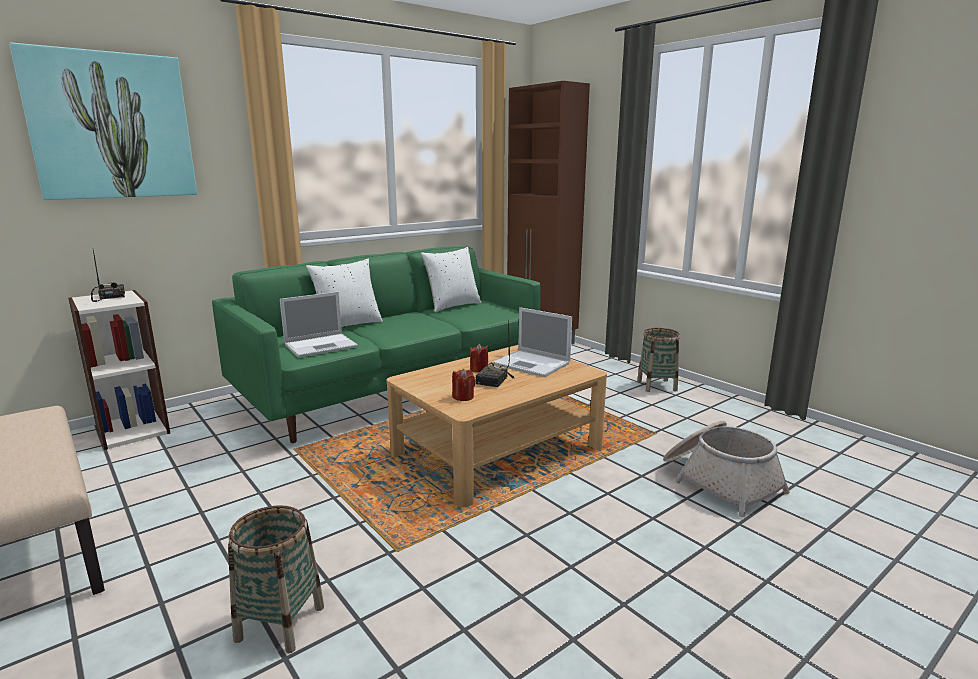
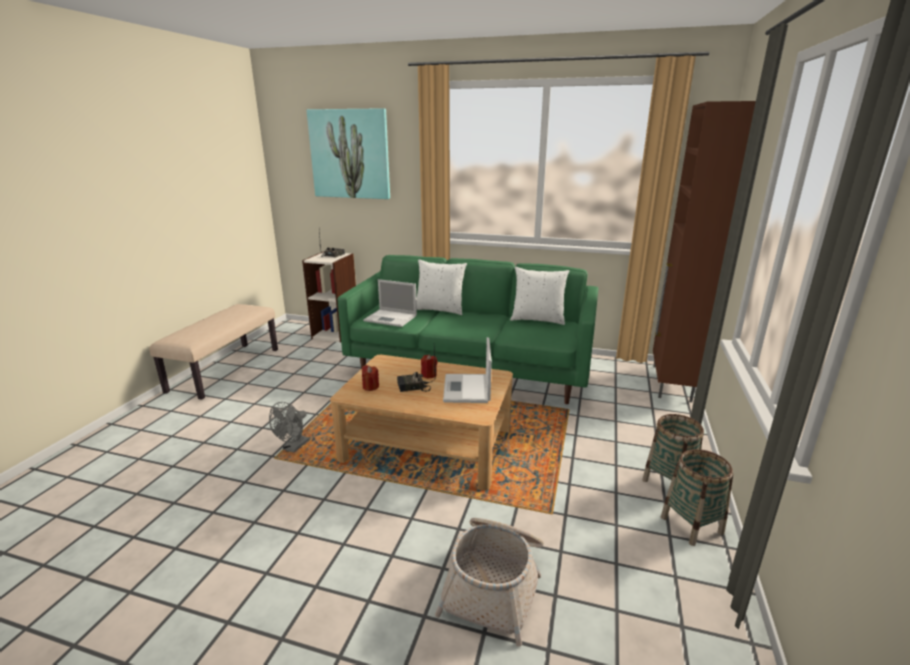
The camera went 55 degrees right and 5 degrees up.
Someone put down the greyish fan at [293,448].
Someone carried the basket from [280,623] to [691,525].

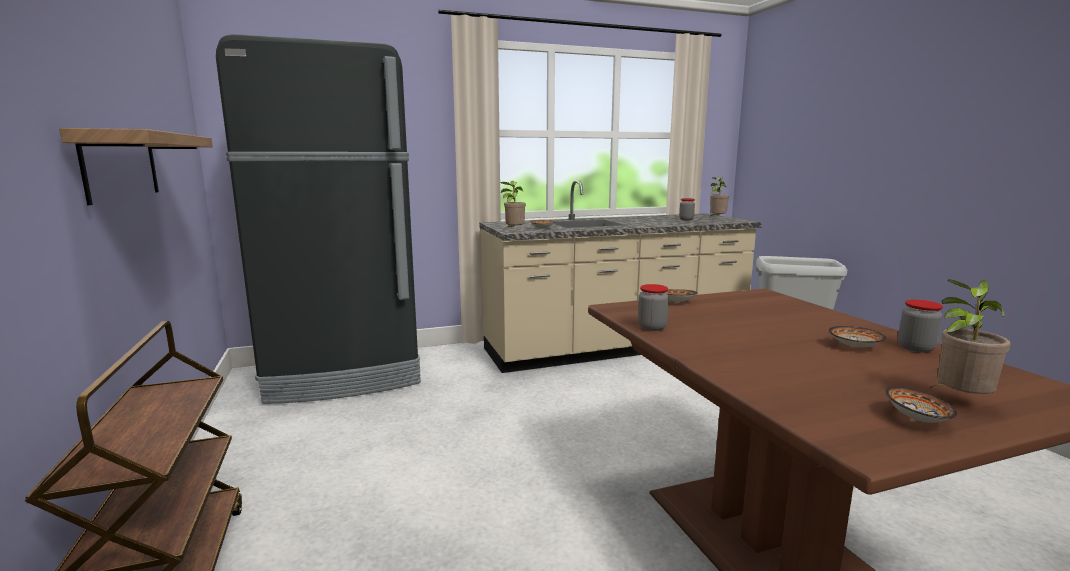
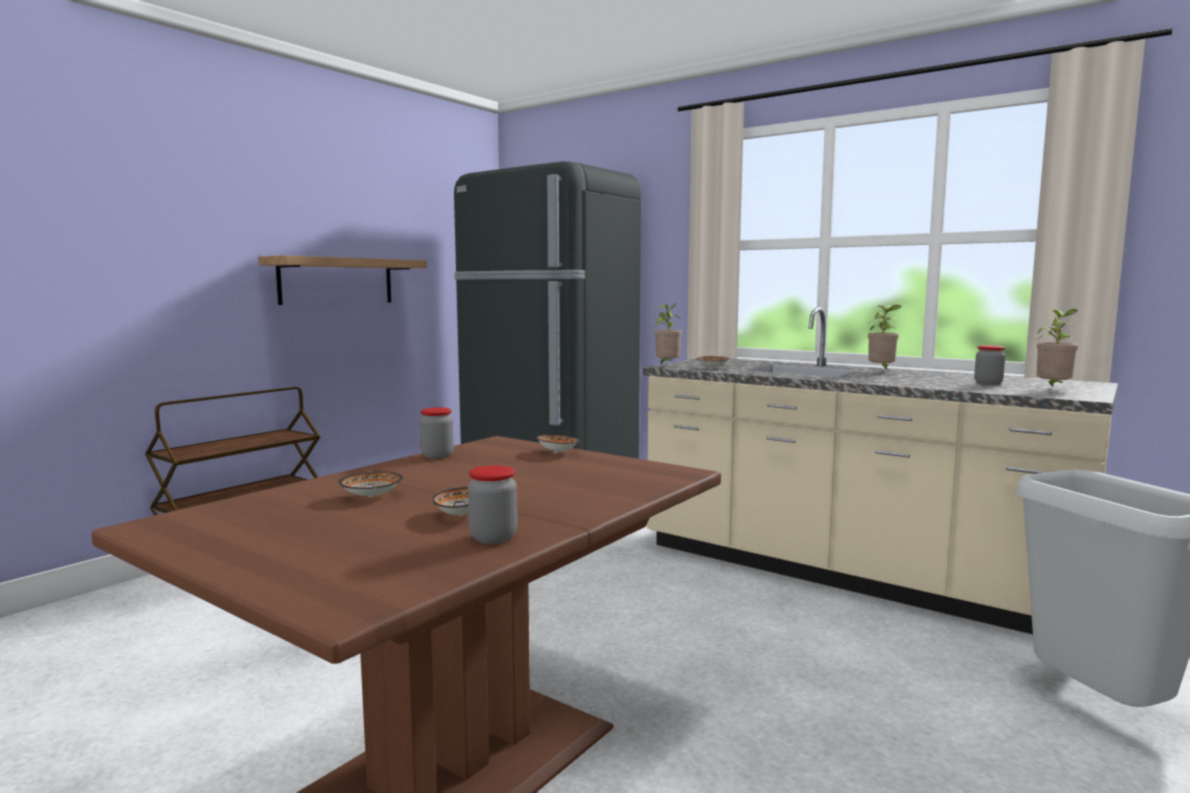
The camera went 55 degrees right and 5 degrees down.
Someone carried the deep dish from [916,419] to [371,496].
Someone carried the plant in a pot from [958,401] to [882,371].

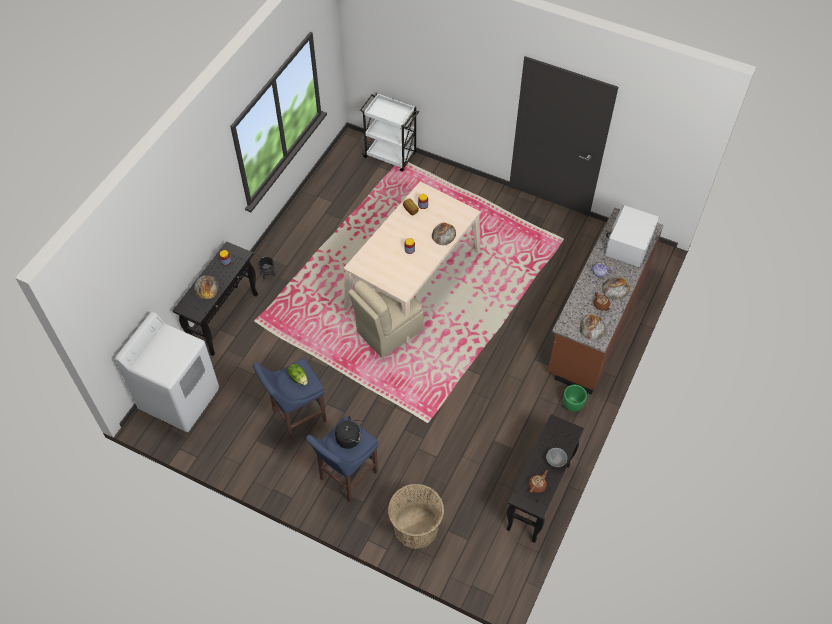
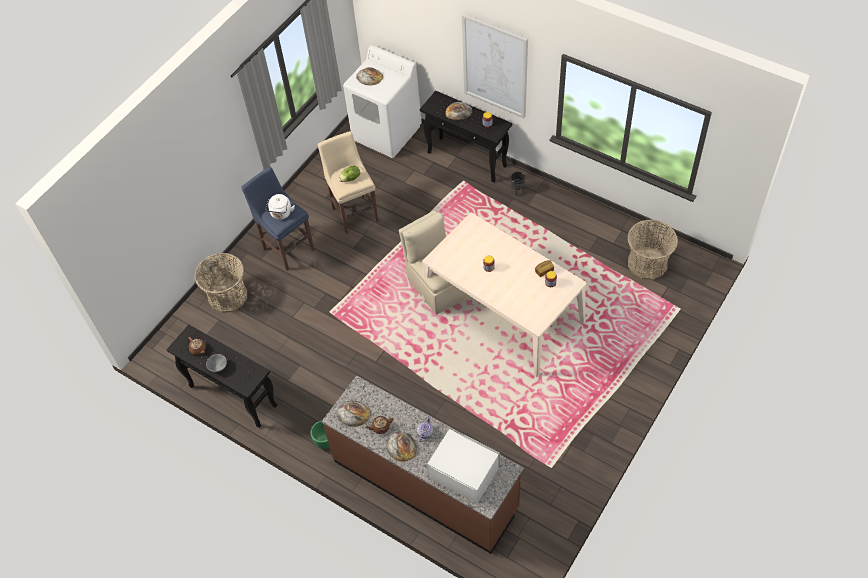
The camera went 100 degrees right and 0 degrees up.
Someone took away the white-coloured wheeled cart at [391,156].
Someone put up the wall art at [495,66].
Someone put down the basket at [647,263].
Someone carried the bread from [443,234] to [369,77].
Someone repainted the bluish stool at [296,417], which became the beige stool at [354,212].
Someone repainted the black-coloured kettle at [350,439], which became the white-coloured kettle at [281,214].

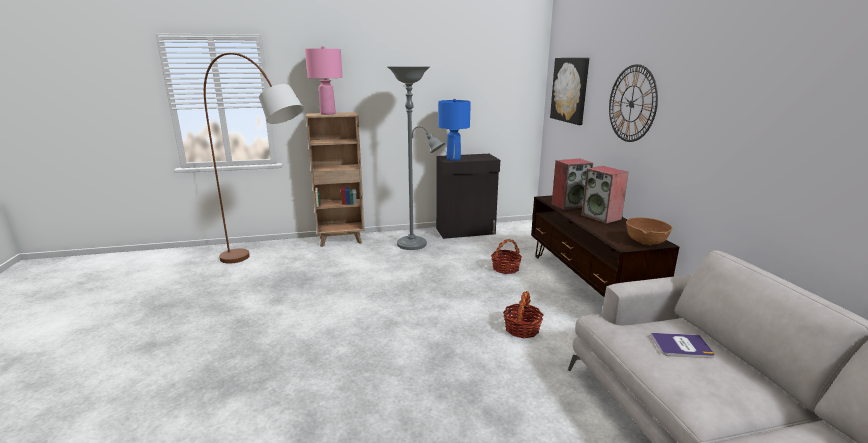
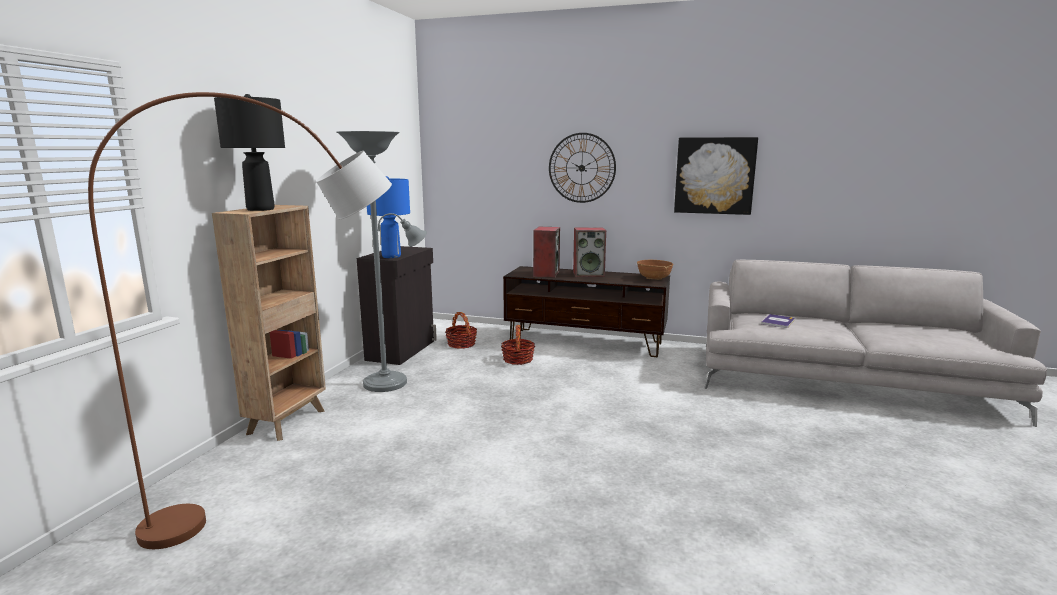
The camera went 60 degrees left and 5 degrees down.
Someone carried the basket from [522,329] to [461,344].
Someone carried the wall art from [570,90] to [714,175].
Someone repainted the pink tabletop lamp at [328,114], which became the black-coloured tabletop lamp at [261,209].

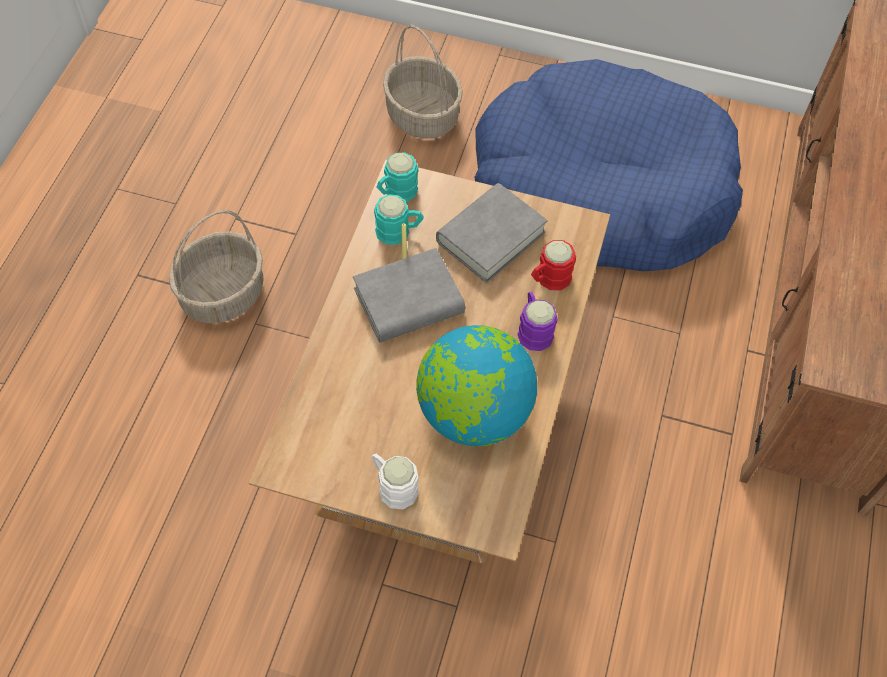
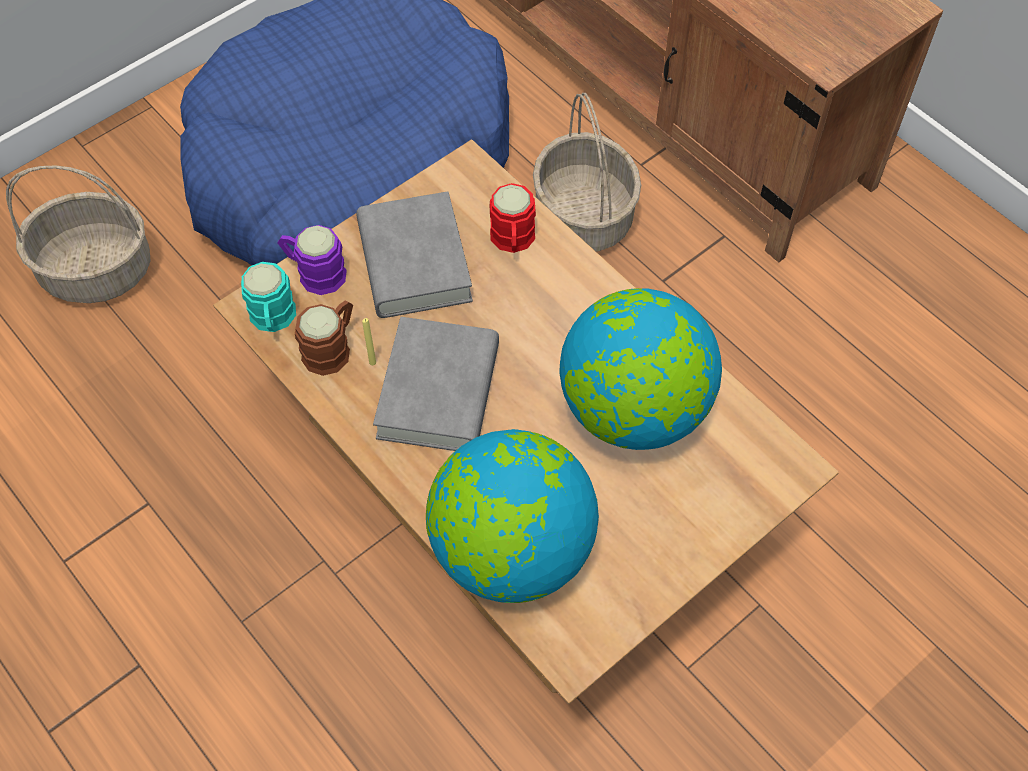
The camera went 55 degrees left and 0 degrees up.
Someone took away the white-coloured mug at [393,486].
Someone put down the world globe at [511,550].
Someone carried the basket from [222,295] to [585,217].
Someone carried the purplish mug from [533,329] to [314,273].
Someone repainted the blue-green mug at [399,231], which became the brownish mug at [332,348].

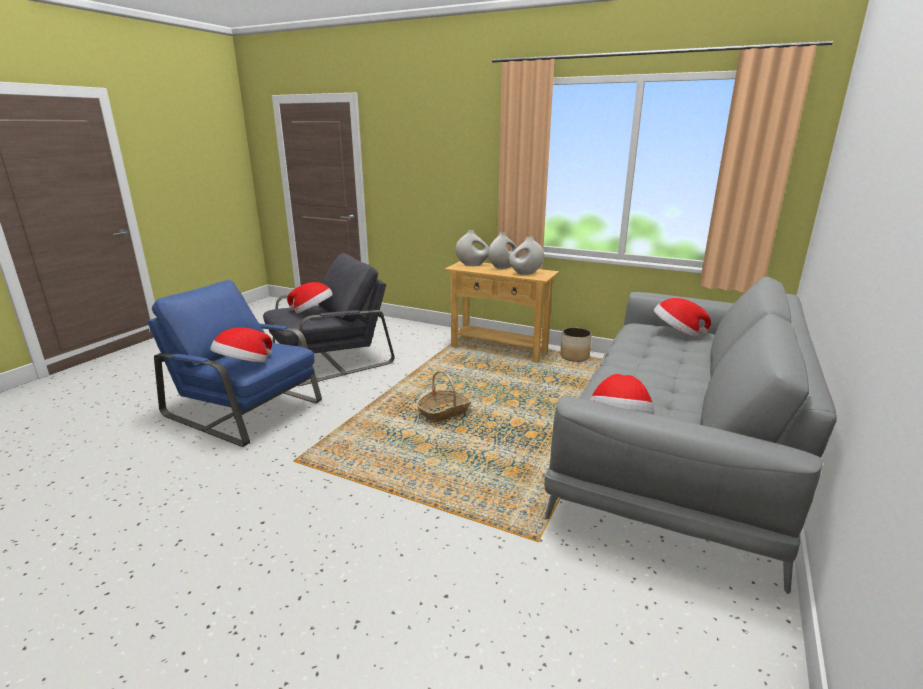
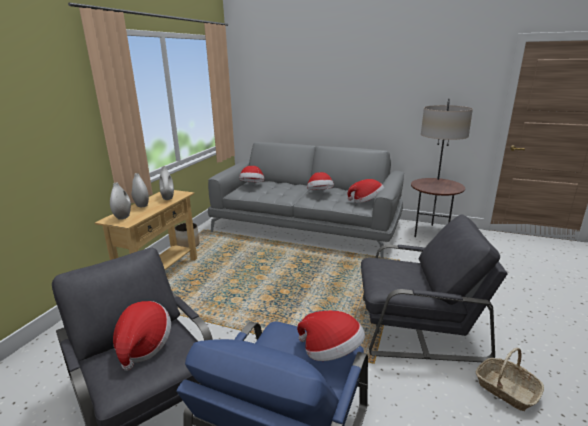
The camera went 95 degrees left and 0 degrees up.
Someone put down the wearable hat at [320,193].
Someone put down the greyish lounge chair at [418,327].
Someone put down the standing lamp at [431,233].
Someone carried the basket from [443,412] to [506,389].

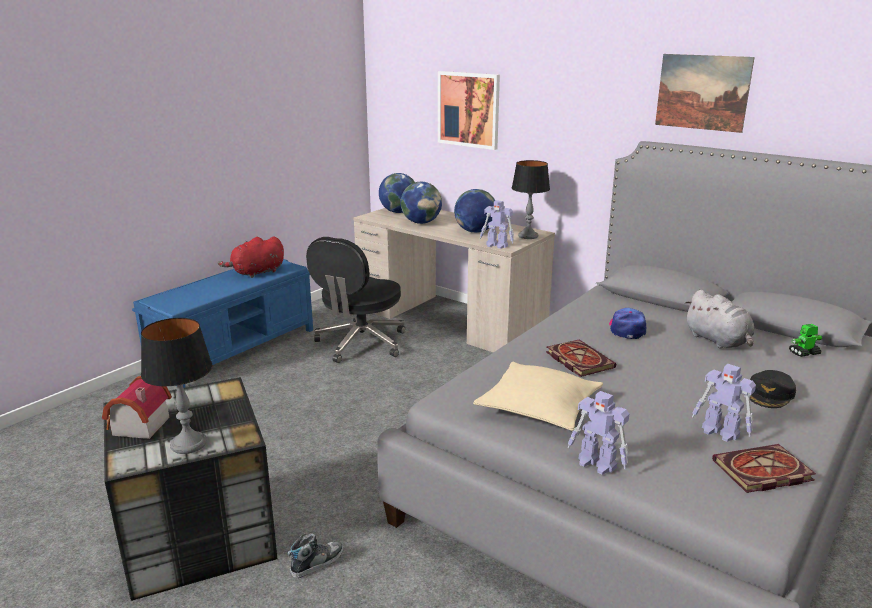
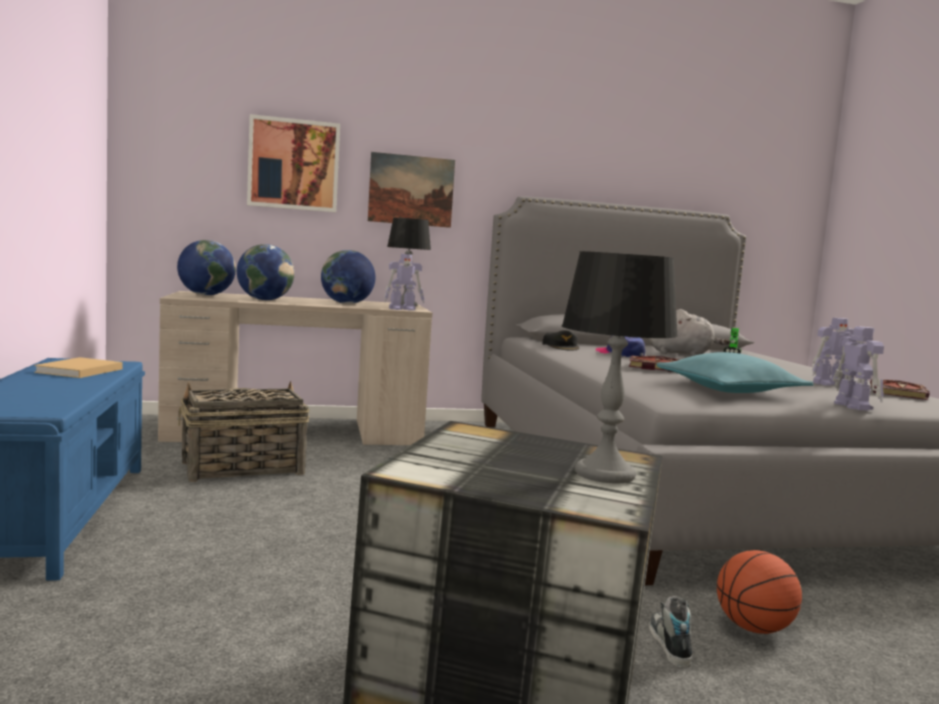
The camera went 50 degrees left and 15 degrees down.
Someone took away the toy house at [137,426].
Someone put down the basketball ball at [754,628].
Someone carried the wall art from [702,92] to [411,190].
Someone carried the black-coloured peaked cap from [770,394] to [561,347].
Someone swapped the red soft toy at [256,273] for the beige bound book at [78,371].
Someone swapped the black-coloured office chair at [360,343] for the basket at [241,468].
Someone repainted the beige cushion at [538,407], which became the blue-green cushion at [729,390].
Someone rotated the model robot at [597,464] by 90 degrees counterclockwise.

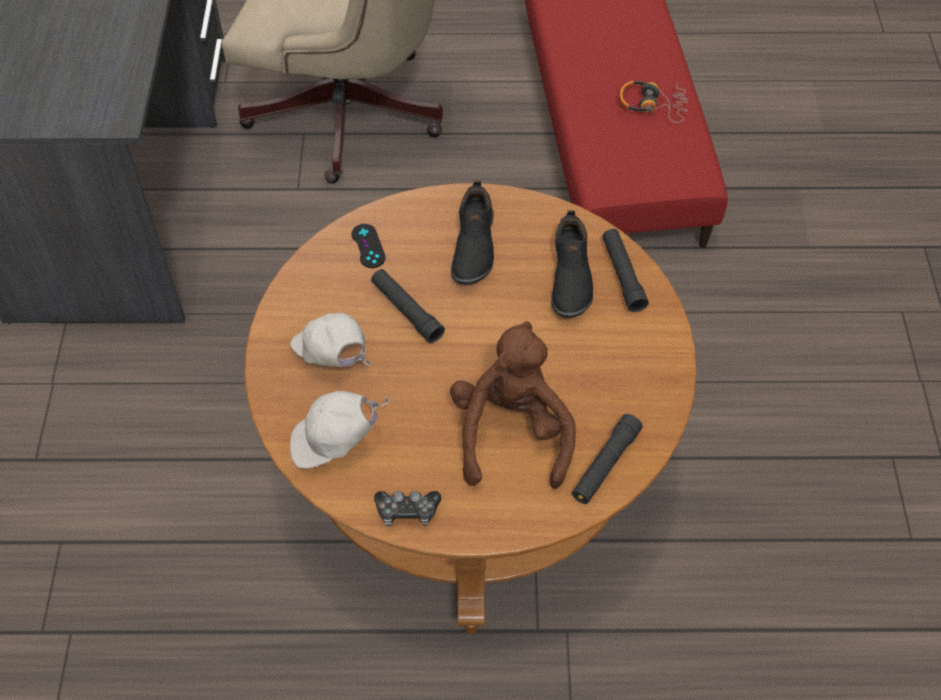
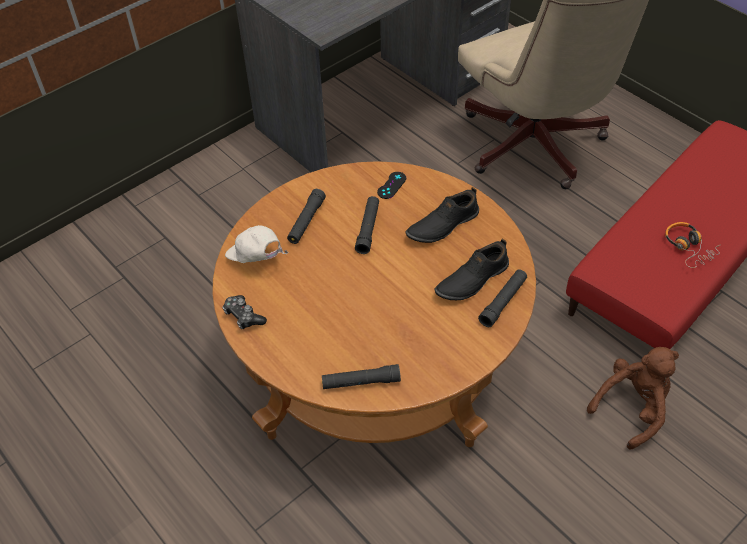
The camera went 50 degrees right and 5 degrees down.
Someone carried the brownish soft toy from [511,432] to [632,408].
Someone swapped the white-coloured peaked cap at [332,357] for the black-coloured hand torch at [306,221].

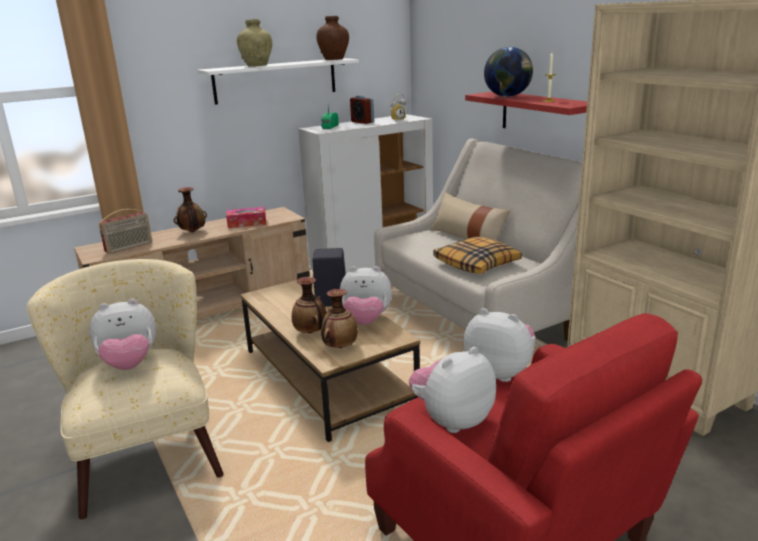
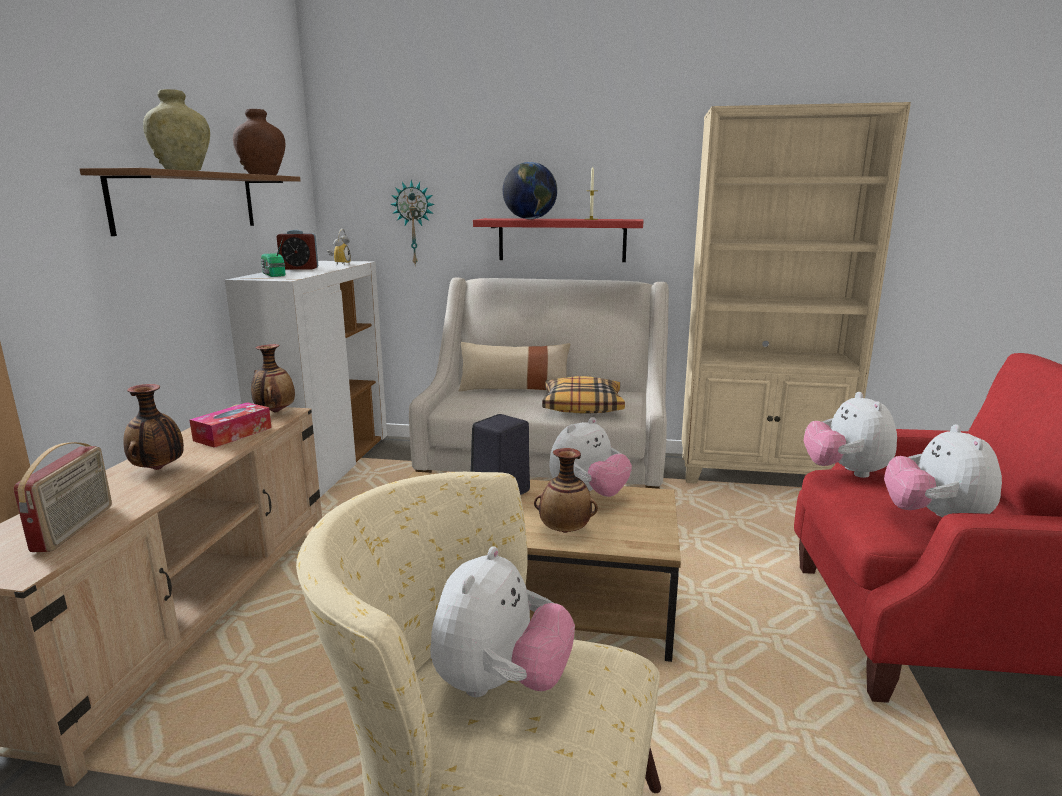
The camera went 50 degrees left and 5 degrees down.
Someone put up the hanging clock at [414,223].
Someone carried the flower vase from [340,347] to [275,412].
Someone repainted the white-coloured bracket shelf at [276,80], which became the brownish bracket shelf at [188,202].
Someone rotated the soft toy at [500,372] by 75 degrees counterclockwise.

